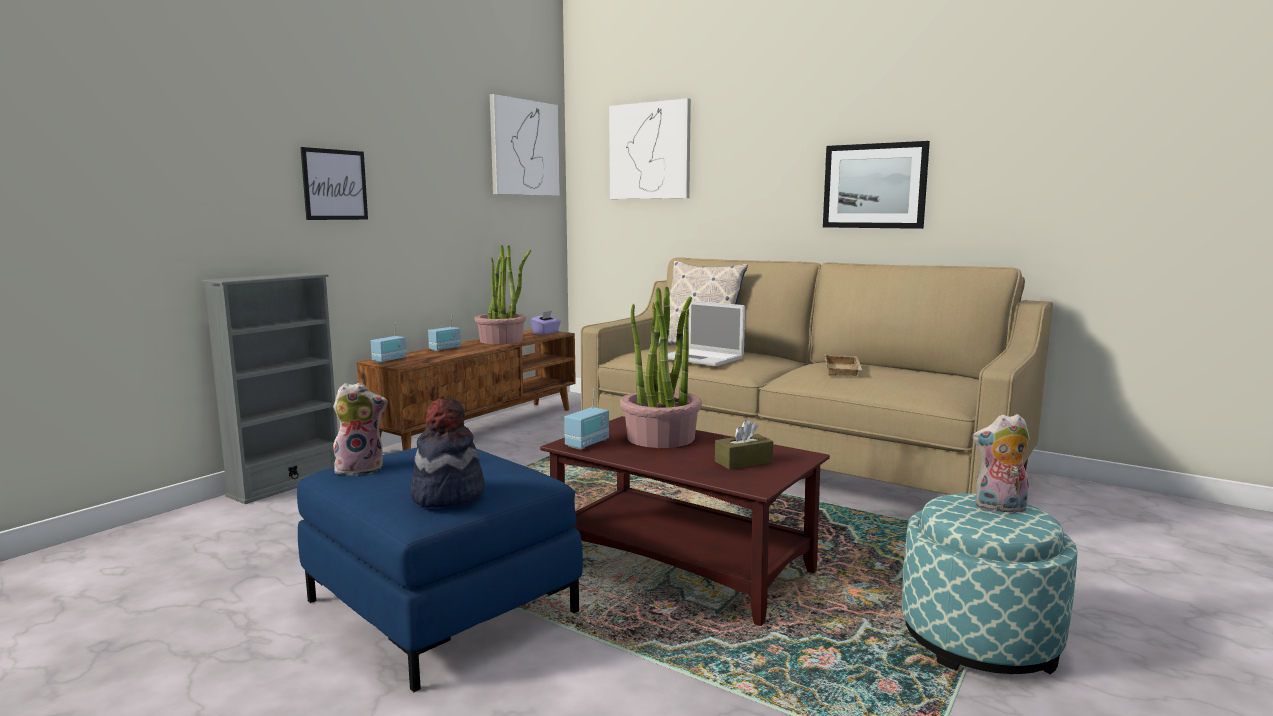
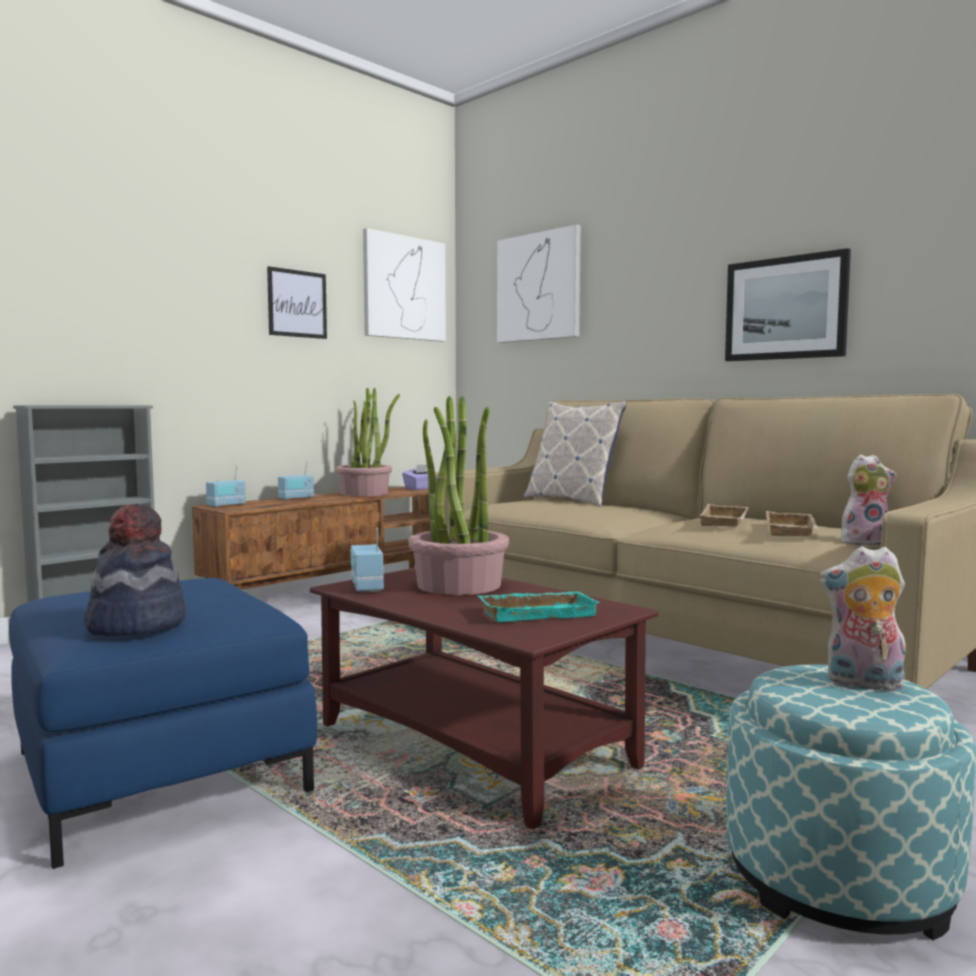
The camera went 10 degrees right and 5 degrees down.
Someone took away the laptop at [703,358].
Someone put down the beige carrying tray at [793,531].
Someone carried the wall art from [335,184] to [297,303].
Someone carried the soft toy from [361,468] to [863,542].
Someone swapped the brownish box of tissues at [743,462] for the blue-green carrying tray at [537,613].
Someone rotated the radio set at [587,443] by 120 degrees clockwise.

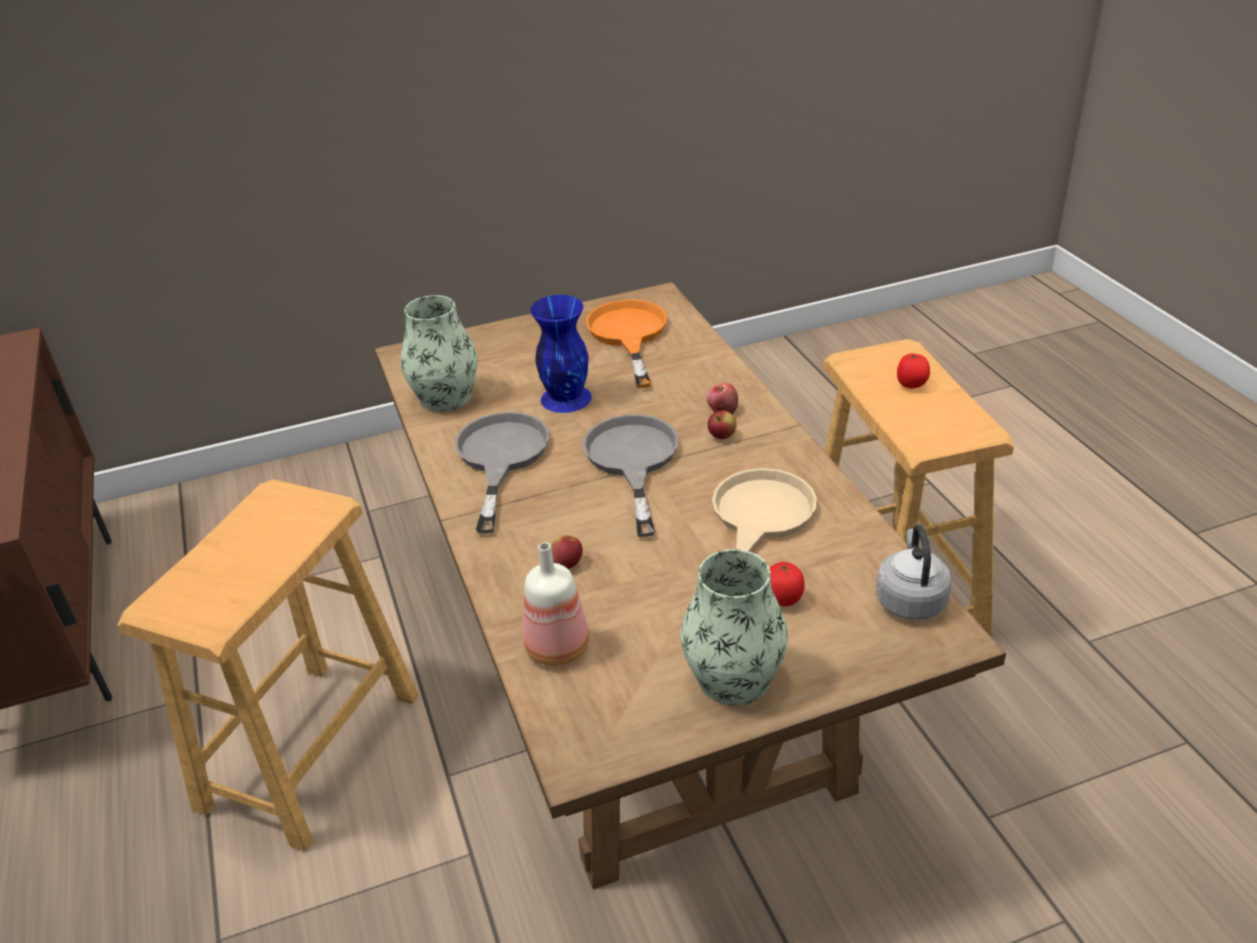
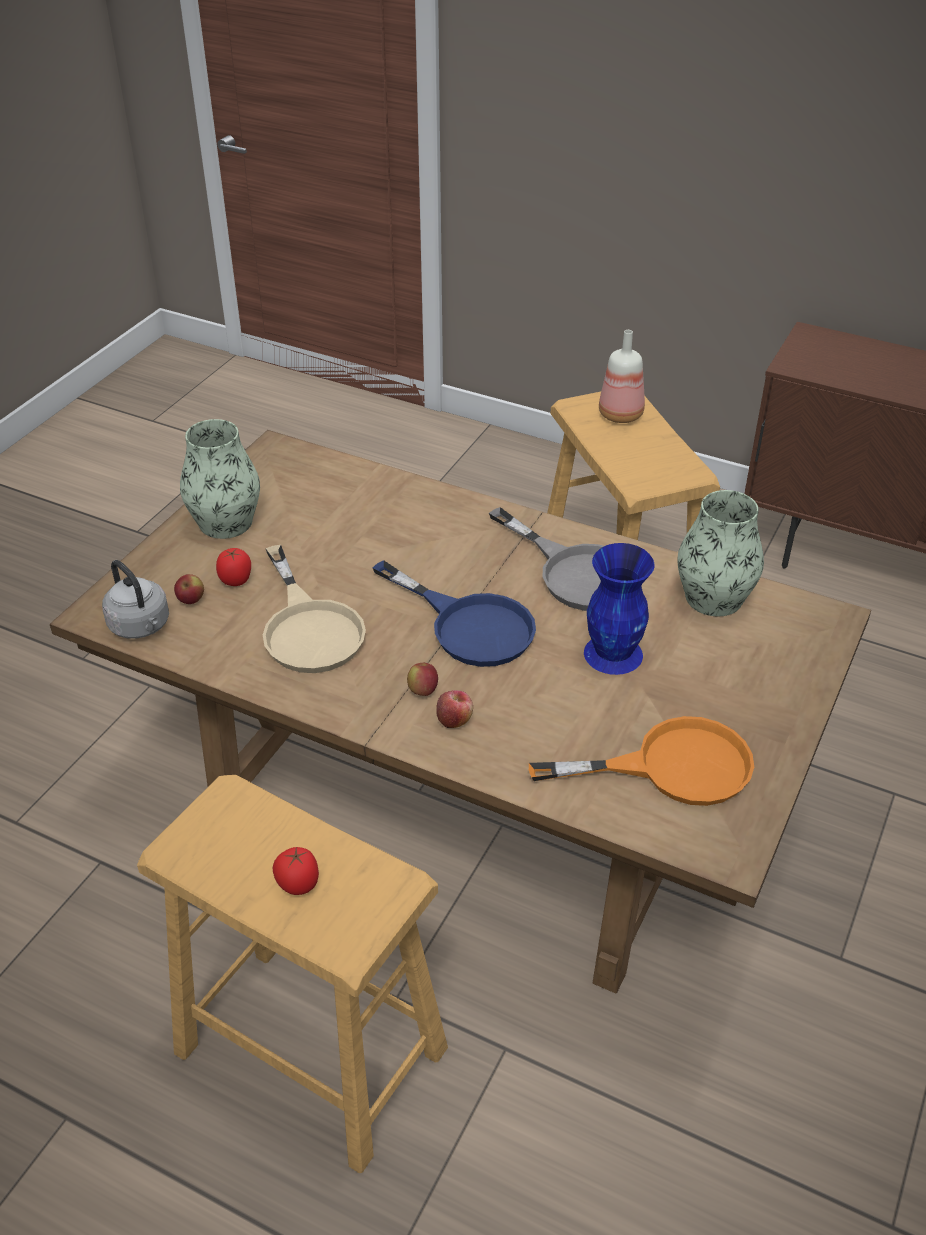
The camera went 135 degrees right and 5 degrees up.
Someone carried the bottle from [556,647] to [622,415].
Someone carried the apple from [567,564] to [191,600].
Someone repainted the greyish skillet at [632,461], which became the bluish skillet at [469,625].
Someone rotated the orange-coloured skillet at [628,335] by 45 degrees counterclockwise.

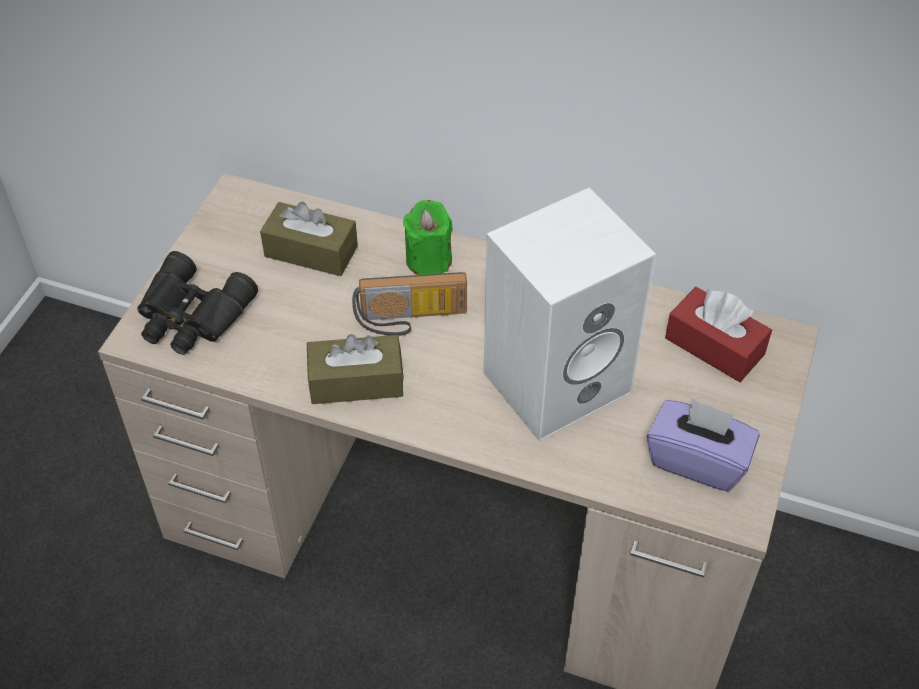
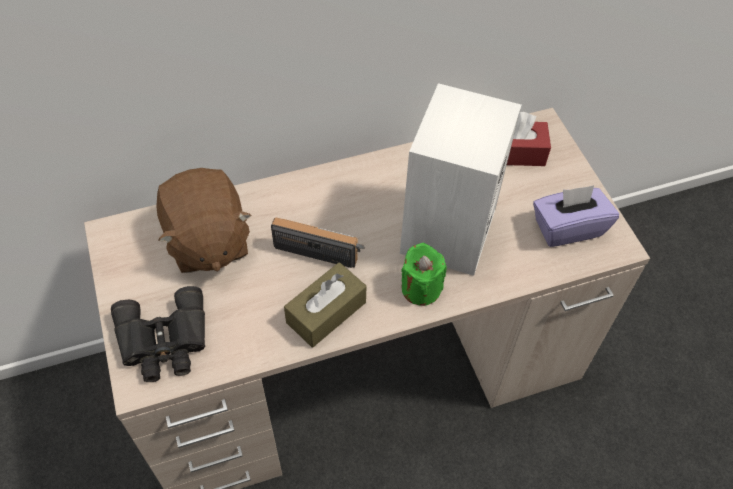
The camera went 40 degrees left and 5 degrees up.
Someone carried the green wax light from [428,260] to [421,288].
Someone swapped the brownish box of tissues at [311,251] for the brownish soft toy at [207,241].
Someone rotated the radio set at [410,320] by 120 degrees counterclockwise.

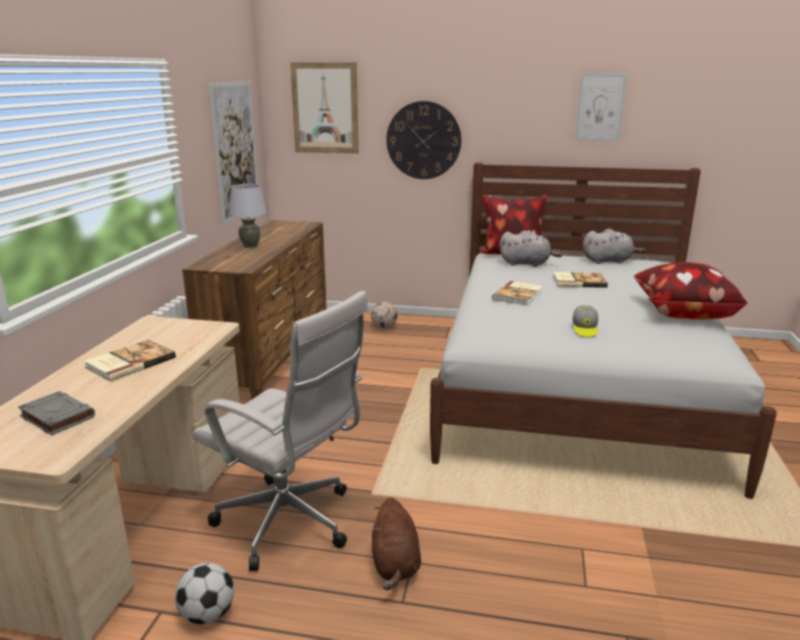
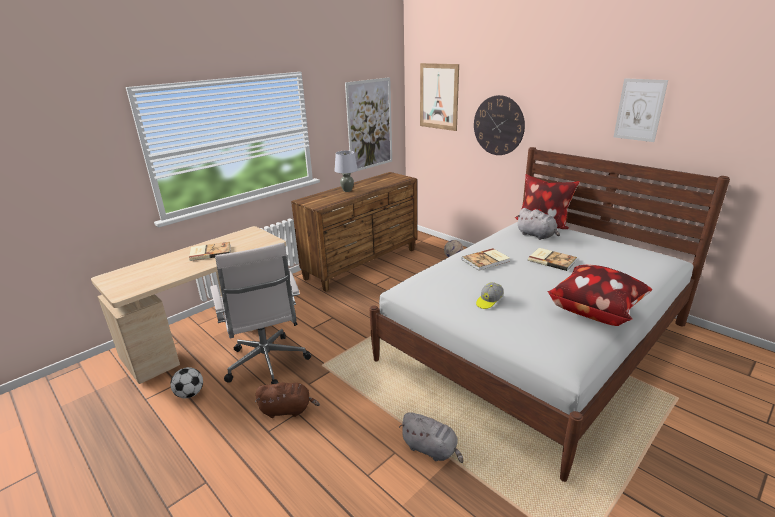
The camera went 35 degrees right and 5 degrees up.
Someone took away the greyish bound book at [56,417].
Someone carried the greyish soft toy from [608,261] to [431,449].
Someone rotated the brownish soft toy at [395,564] by 120 degrees counterclockwise.

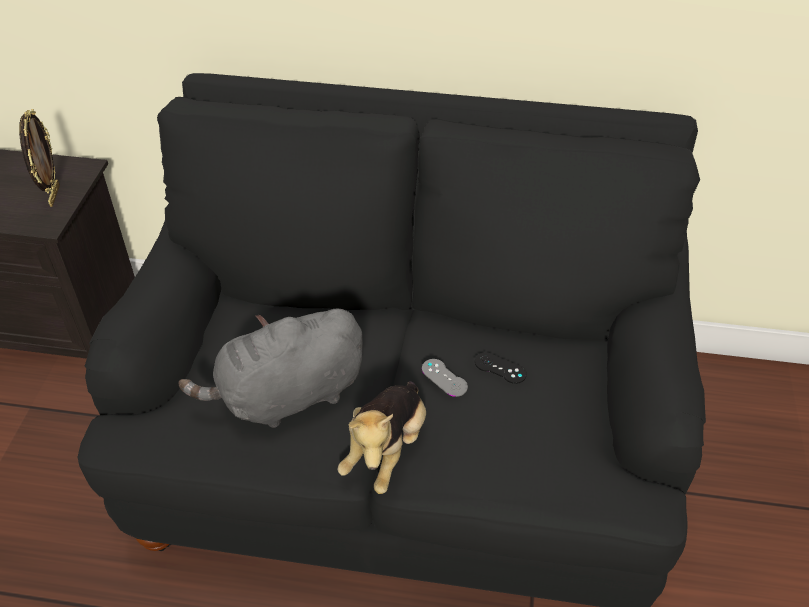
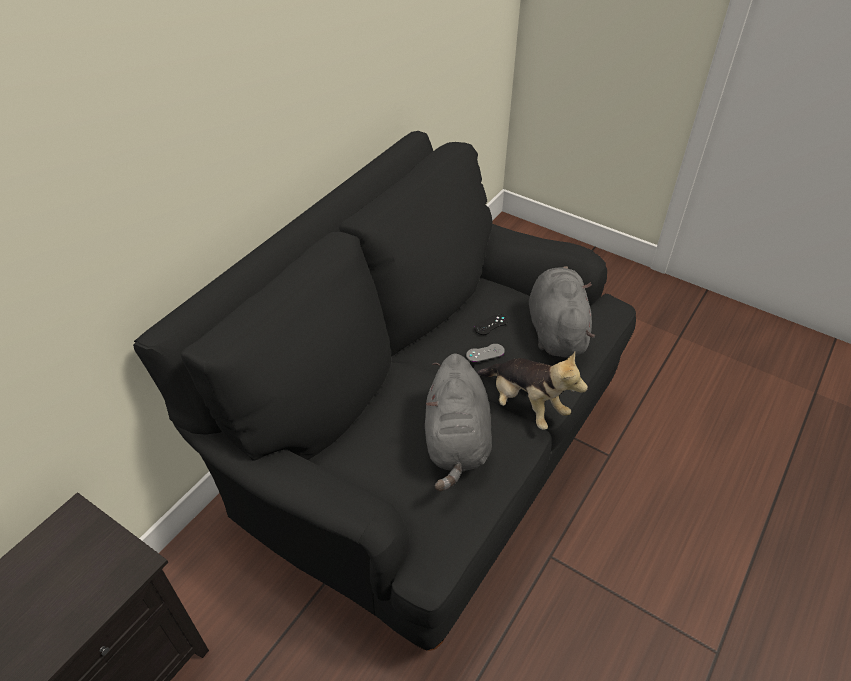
The camera went 65 degrees left and 0 degrees up.
Someone took away the picture frame at [53,195].
Someone put down the greyish soft toy at [556,330].

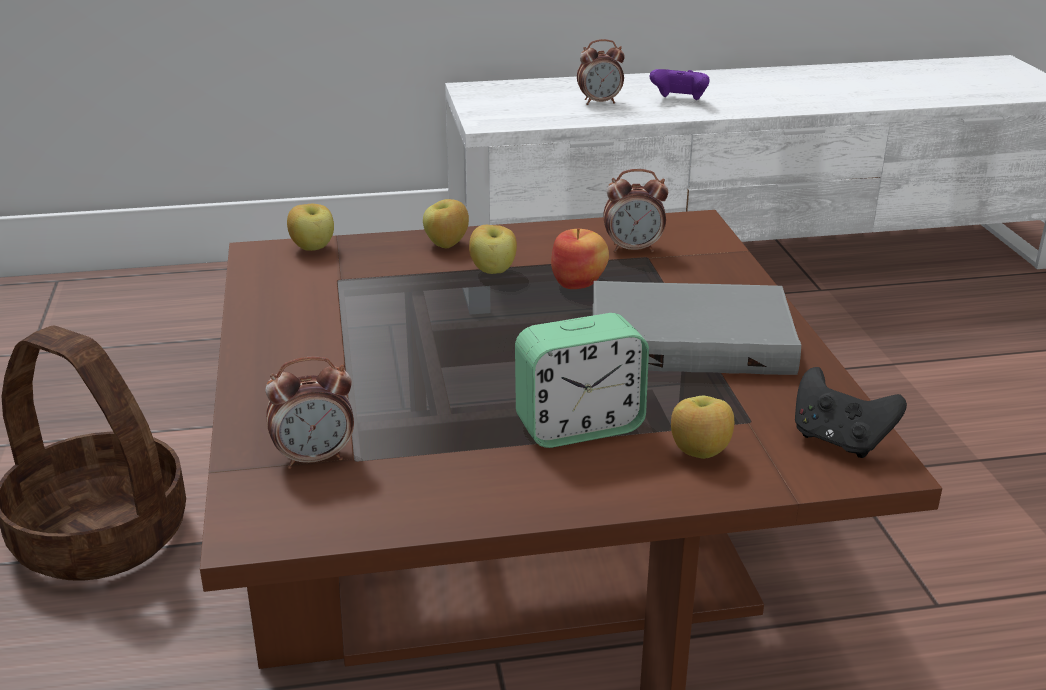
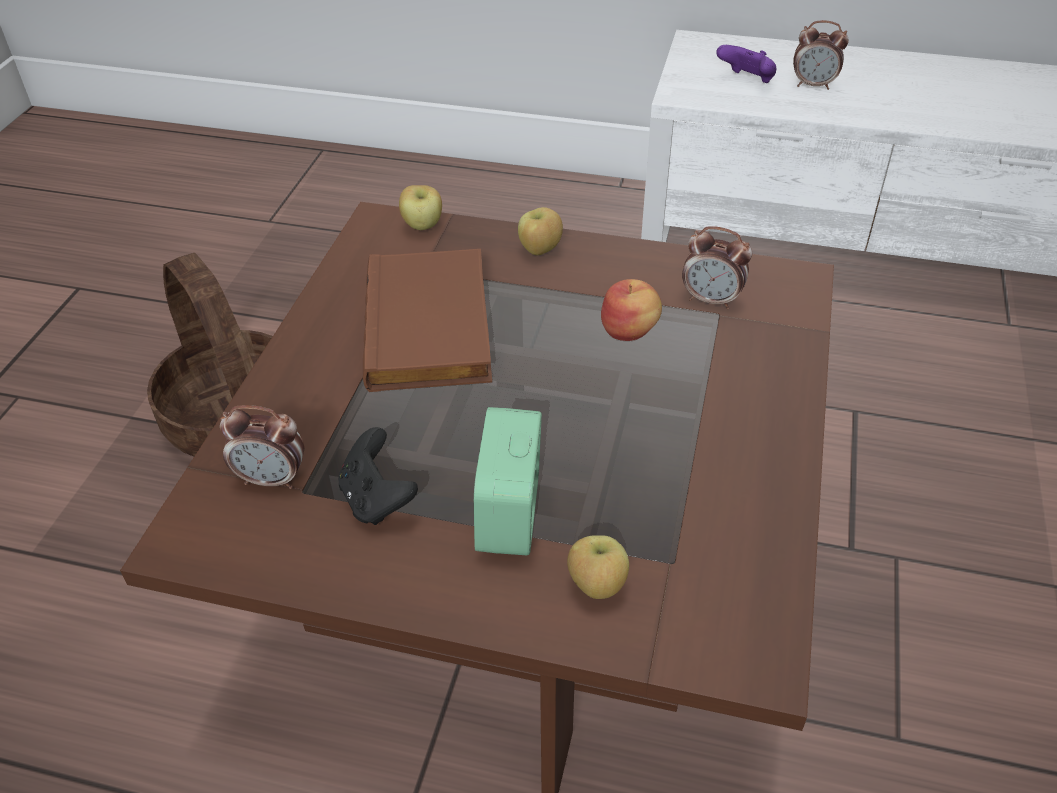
The camera went 25 degrees right and 15 degrees up.
Someone took away the apple at [493,271].
Someone took away the greyish bound book at [691,337].
Someone put down the brownish bound book at [432,328].
Someone carried the purplish game controller from [679,101] to [746,81].
Someone carried the black-coloured game controller from [839,440] to [377,499].
Someone rotated the bedside clock at [579,426] by 90 degrees clockwise.

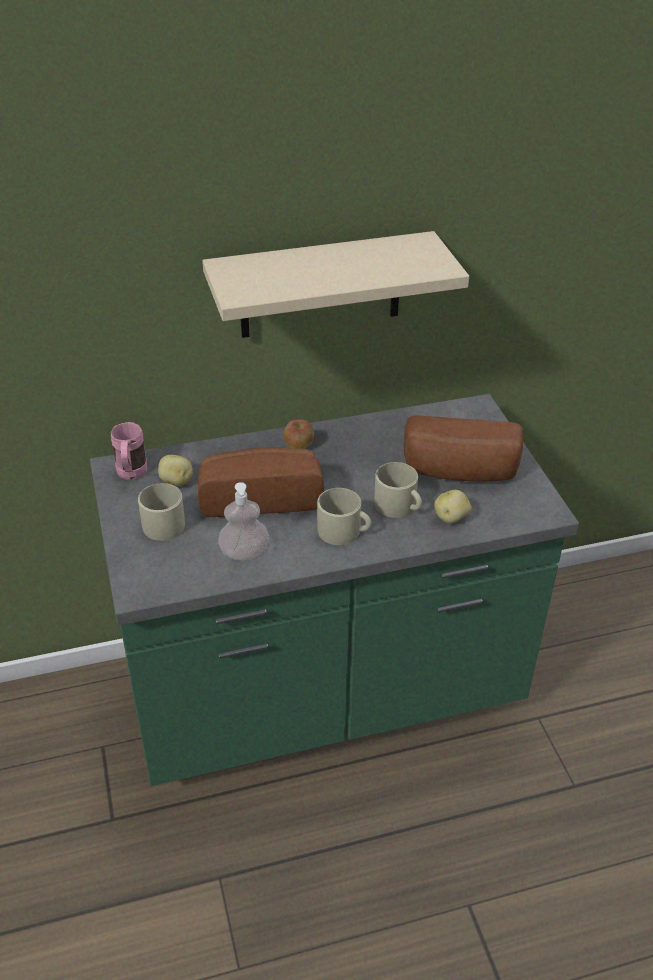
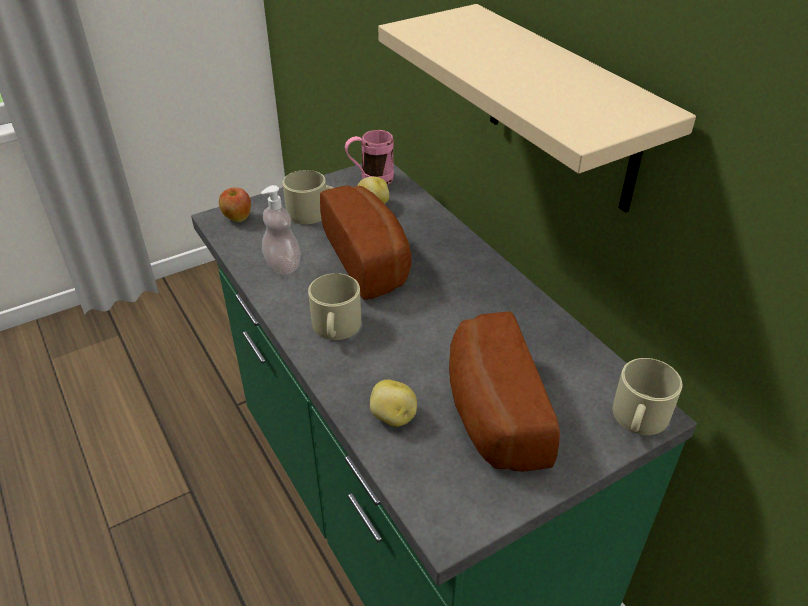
The camera went 75 degrees right and 0 degrees up.
Someone carried the apple from [299,447] to [237,218].
Someone carried the beige mug from [399,506] to [638,418].

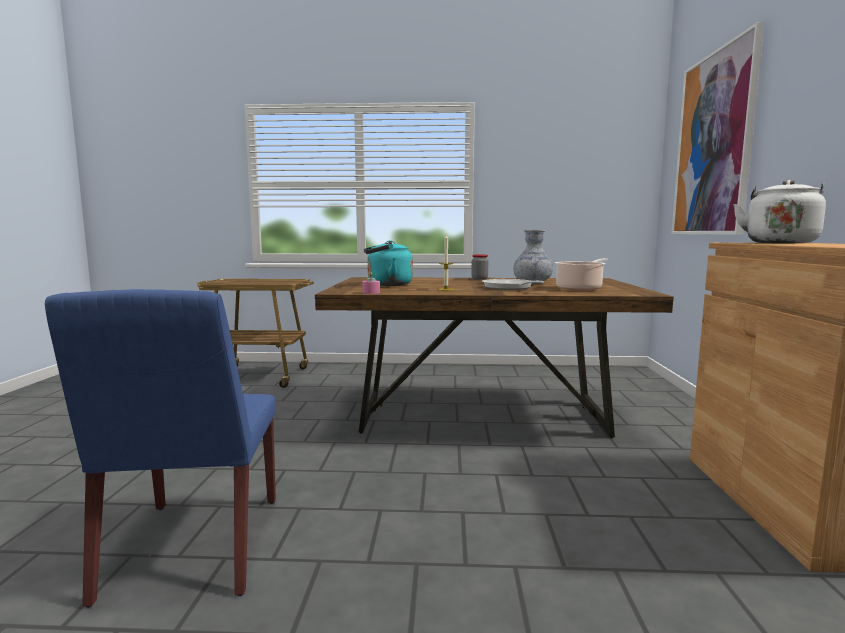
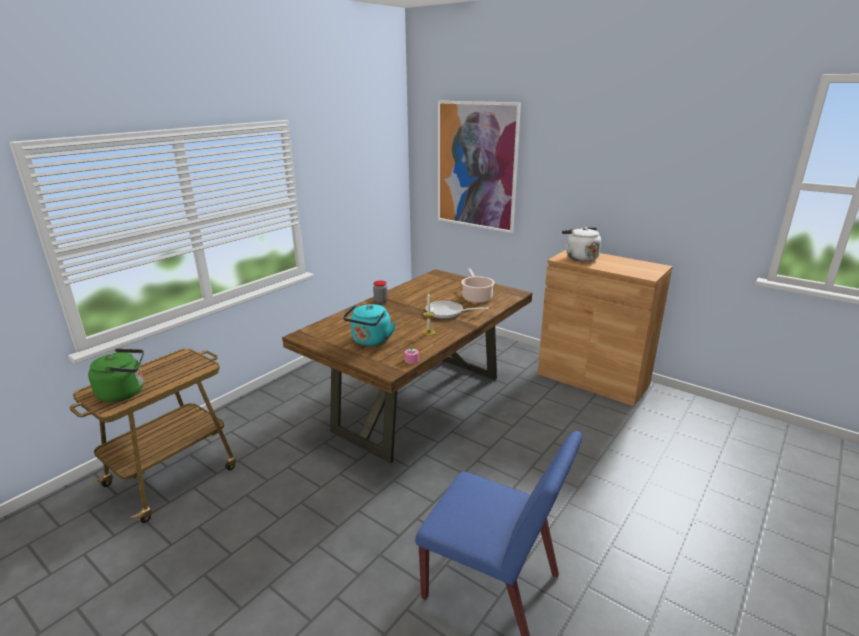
The camera went 55 degrees left and 15 degrees up.
Someone took away the flower vase at [532,283].
Someone put down the green kettle at [125,392].

